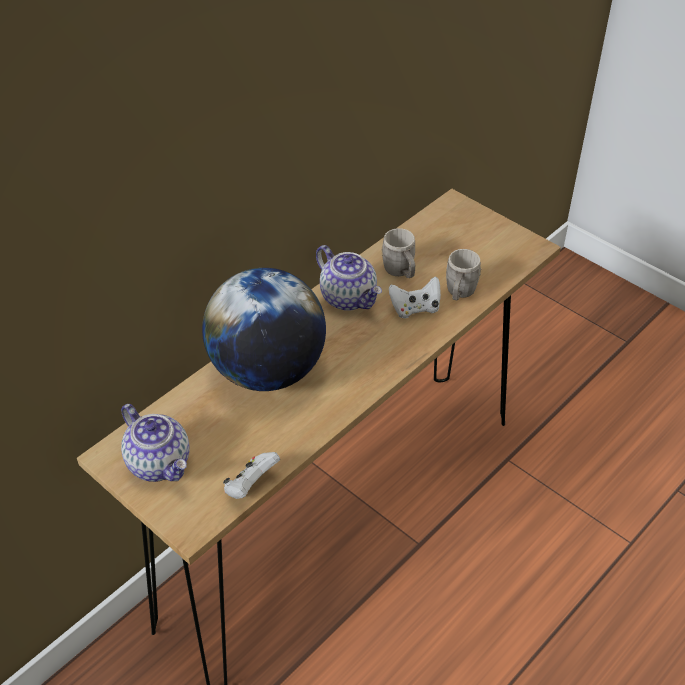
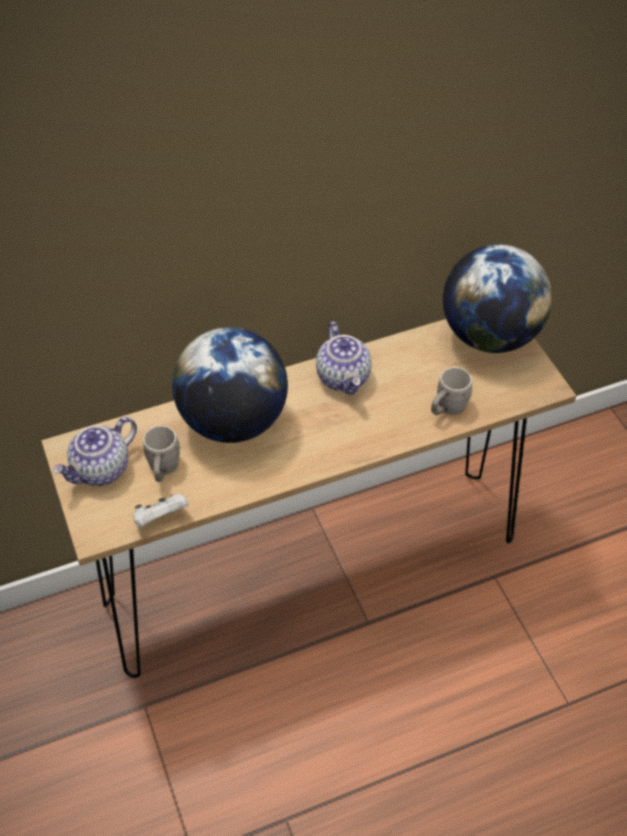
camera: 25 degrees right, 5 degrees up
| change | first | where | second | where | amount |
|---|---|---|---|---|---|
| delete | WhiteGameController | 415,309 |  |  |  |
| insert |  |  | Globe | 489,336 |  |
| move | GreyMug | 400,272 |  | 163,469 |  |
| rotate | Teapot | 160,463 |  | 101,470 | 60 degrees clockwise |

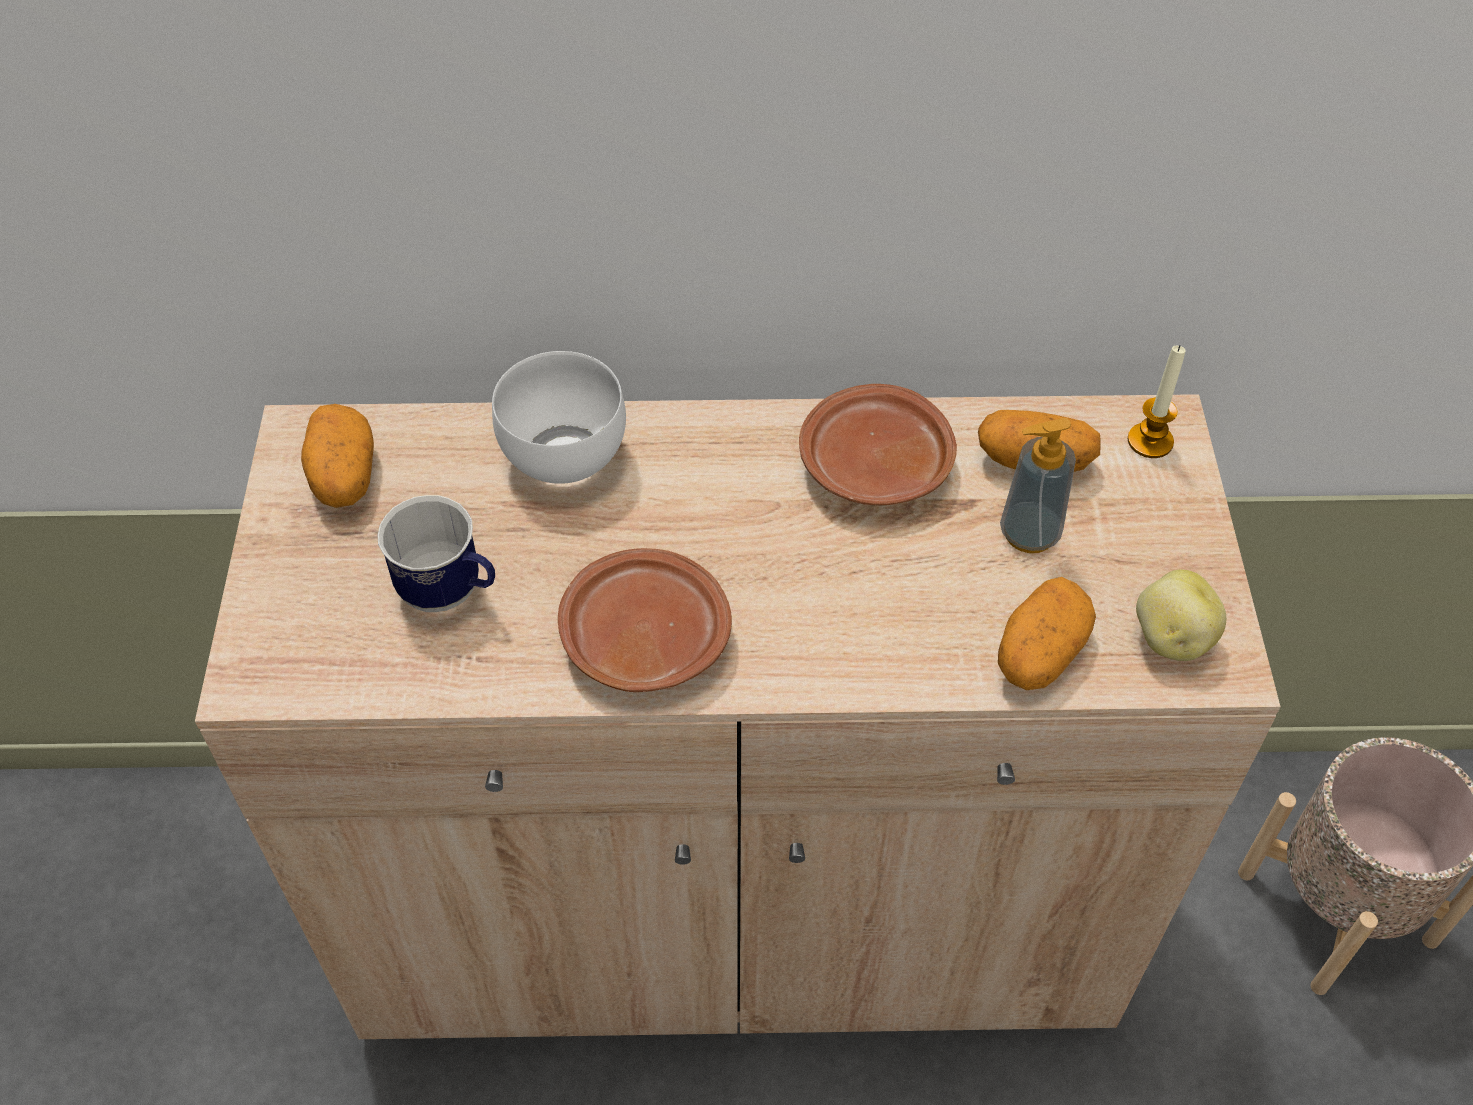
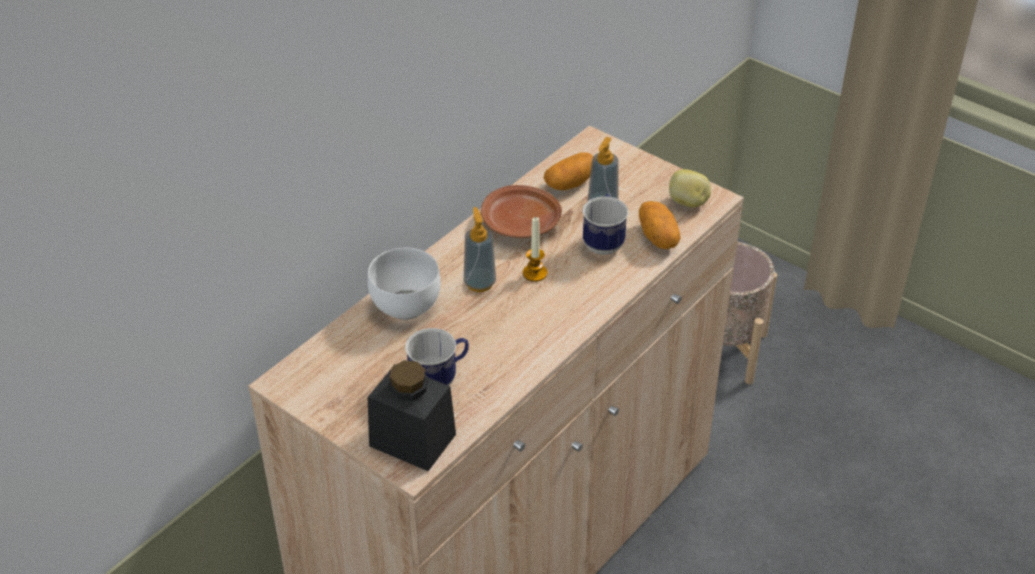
camera: 50 degrees left, 10 degrees down
| change | first | where | second | where | amount |
|---|---|---|---|---|---|
| delete | Potato | 343,475 |  |  |  |
| delete | BrownPlate | 643,637 |  |  |  |
| insert |  |  | BlackJar | 412,440 |  |
| insert |  |  | SoapDispenser | 479,283 |  |
| insert |  |  | Mug | 603,242 |  |
| move | Candle | 1150,441 |  | 535,273 |  |

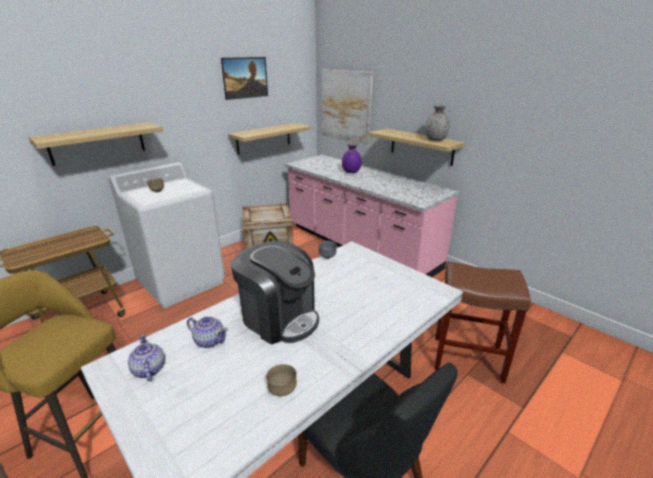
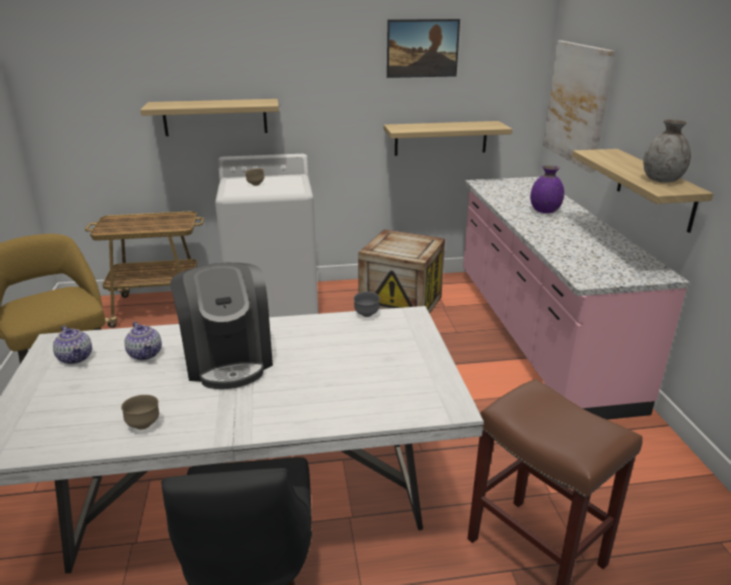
camera: 35 degrees right, 0 degrees up
| change | first | where | second | where | amount |
|---|---|---|---|---|---|
| rotate | Teapot | 149,370 |  | 75,357 | 135 degrees clockwise |

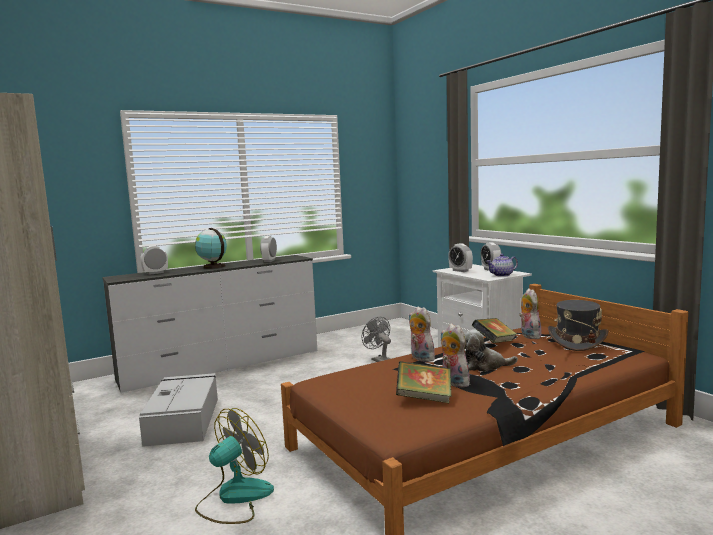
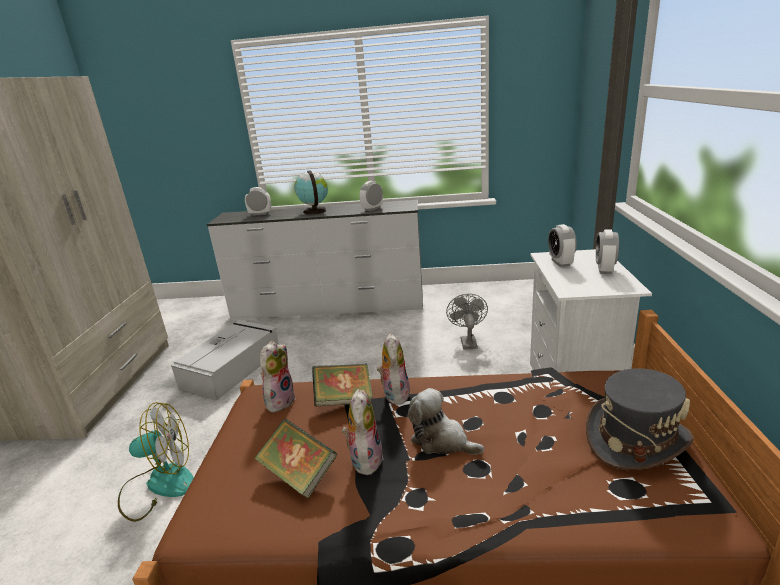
camera: 35 degrees right, 15 degrees up
| change | first | where | second | where | amount |
|---|---|---|---|---|---|
| delete | Teapot | 502,275 |  |  |  |
| move | Book | 494,343 |  | 344,400 |  |
| move | PlushToy | 528,336 |  | 279,400 |  |

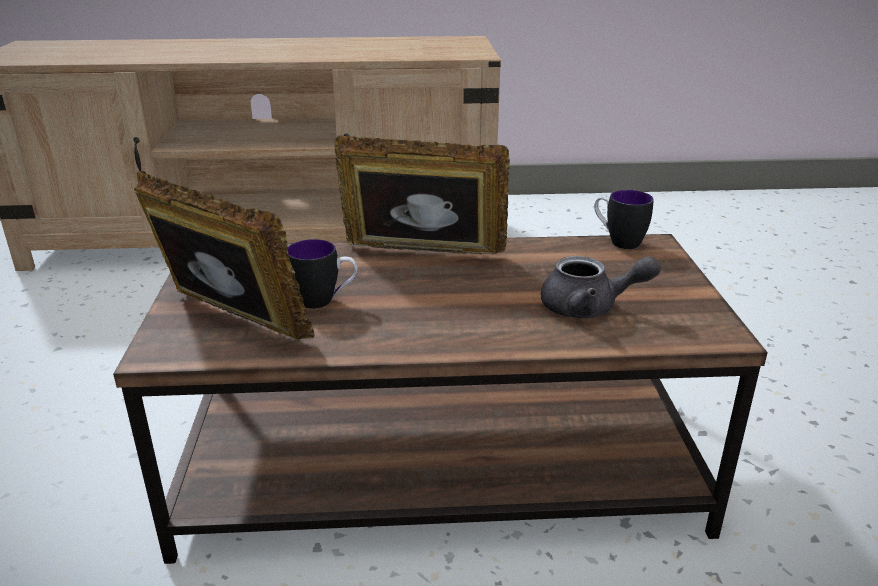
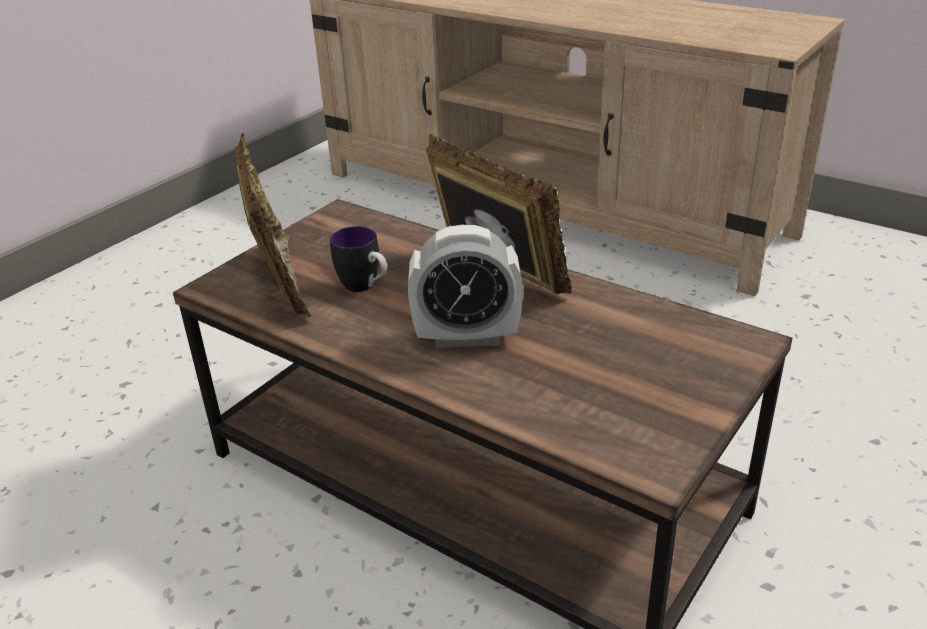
camera: 40 degrees right, 5 degrees up
| change | first | where | second | where | amount |
|---|---|---|---|---|---|
| delete | GreyTeapot | 589,308 |  |  |  |
| delete | Mug | 618,241 |  |  |  |
| insert |  |  | AlarmClock | 467,337 |  |

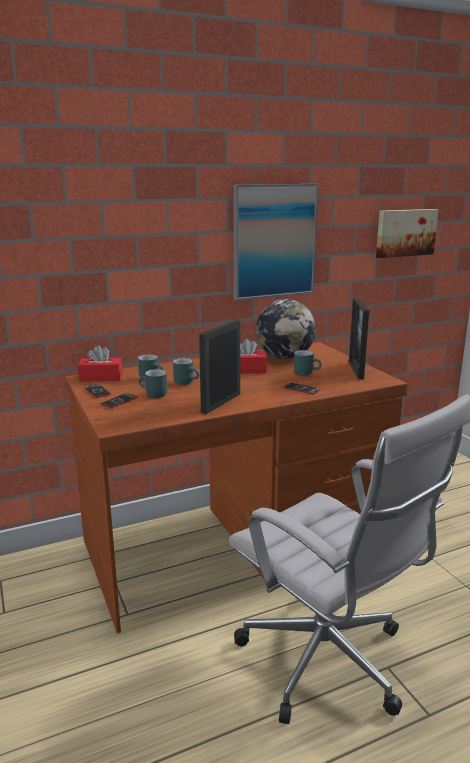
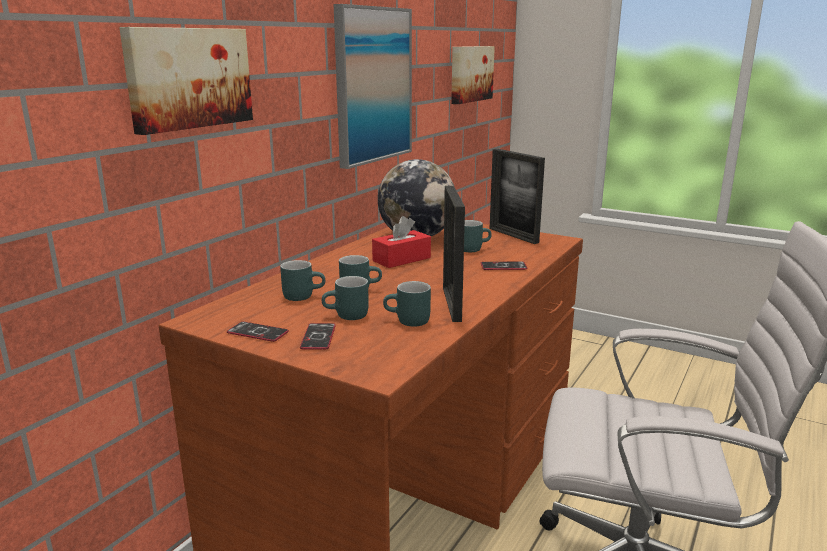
camera: 35 degrees left, 0 degrees up
| change | first | where | second | where | amount |
|---|---|---|---|---|---|
| delete | RedTissueBox | 101,377 |  |  |  |
| insert |  |  | Picture | 188,78 |  |
| insert |  |  | TurquoiseMug | 408,321 |  |

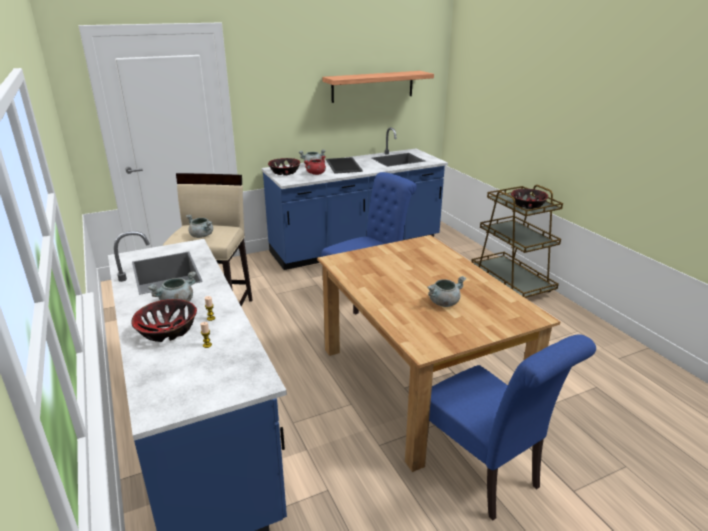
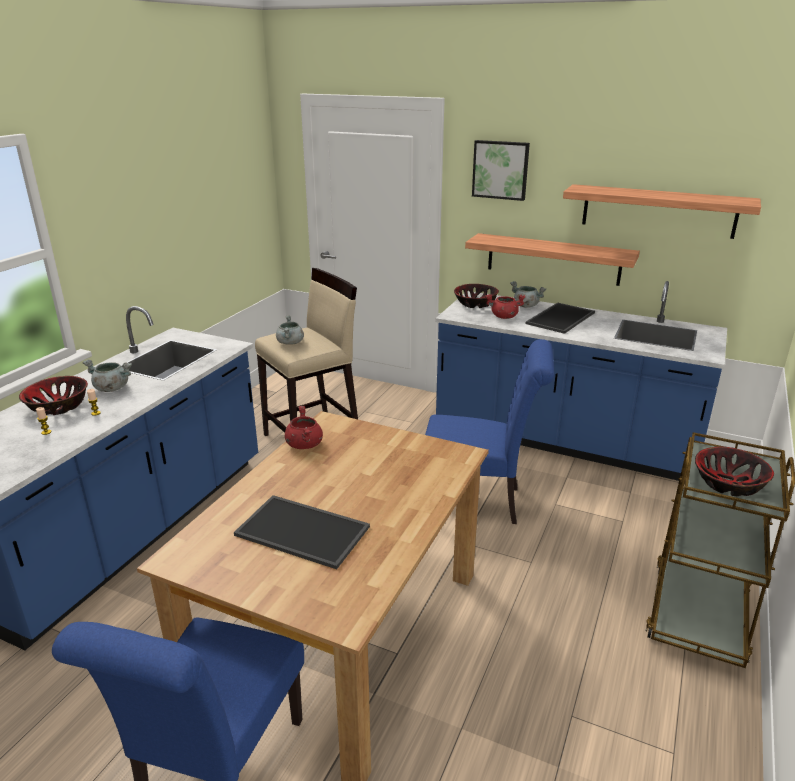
camera: 50 degrees right, 0 degrees up
| change | first | where | second | where | amount |
|---|---|---|---|---|---|
| insert |  |  | RedCookingPot | 304,444 |  |
| insert |  |  | Shelf | 553,259 |  |
| insert |  |  | Picture | 500,169 |  |
| replace | GreyCookingPot | 444,302 | Tray | 304,530 |  |

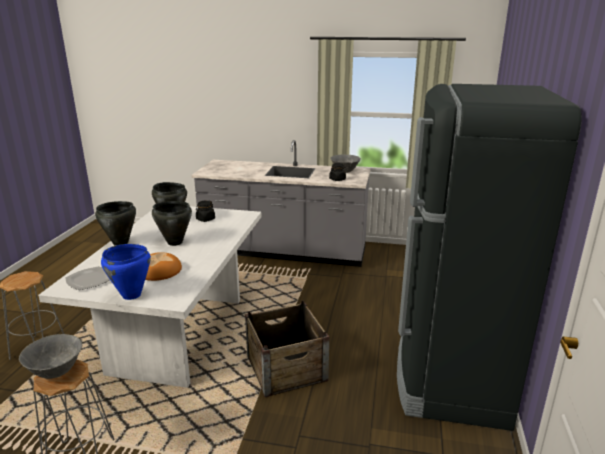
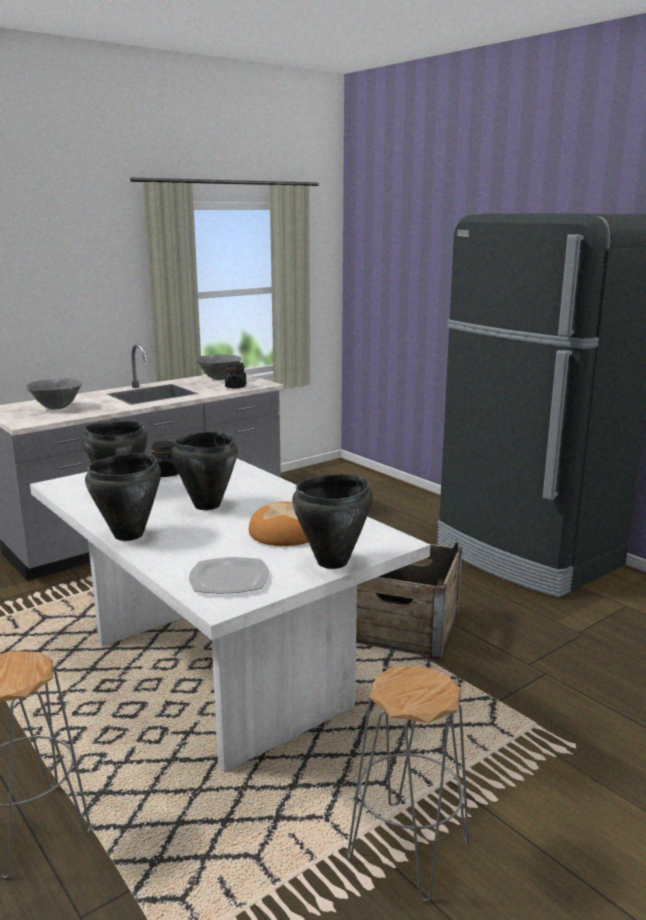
camera: 50 degrees left, 5 degrees down
| change | first | where | second | where | amount |
|---|---|---|---|---|---|
| move | GreyBowl | 56,372 |  | 57,408 |  |
| recolor | BlueCookingPot | 131,295 | BlackCookingPot | 333,562 |  |

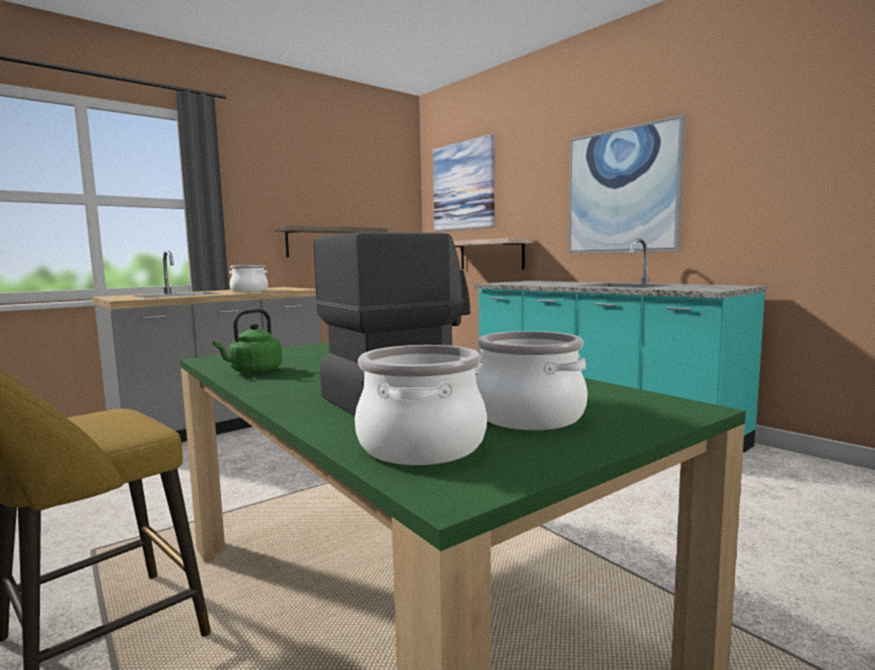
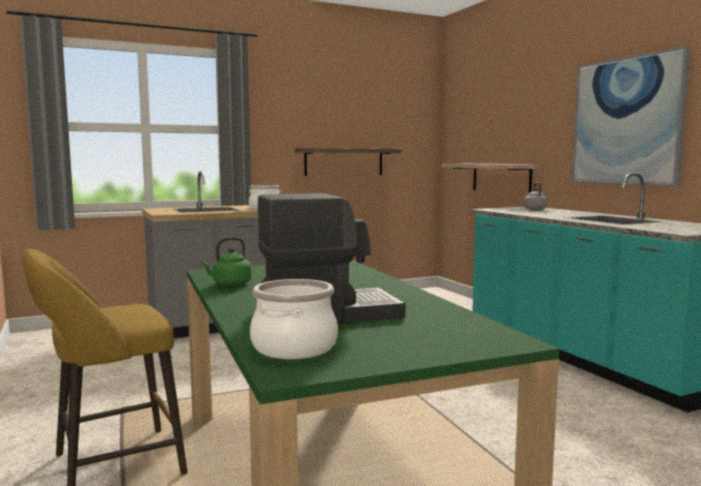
camera: 15 degrees right, 0 degrees up
| change | first | where | second | where | amount |
|---|---|---|---|---|---|
| delete | Picture | 463,186 |  |  |  |
| delete | CookingPot | 530,416 |  |  |  |
| insert |  |  | GreyKettle | 534,209 |  |

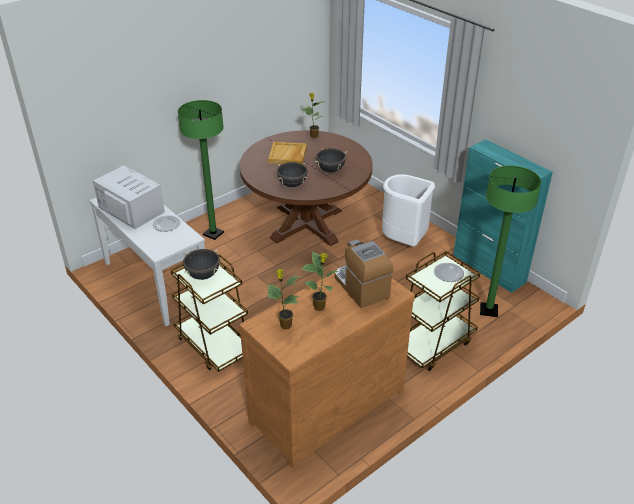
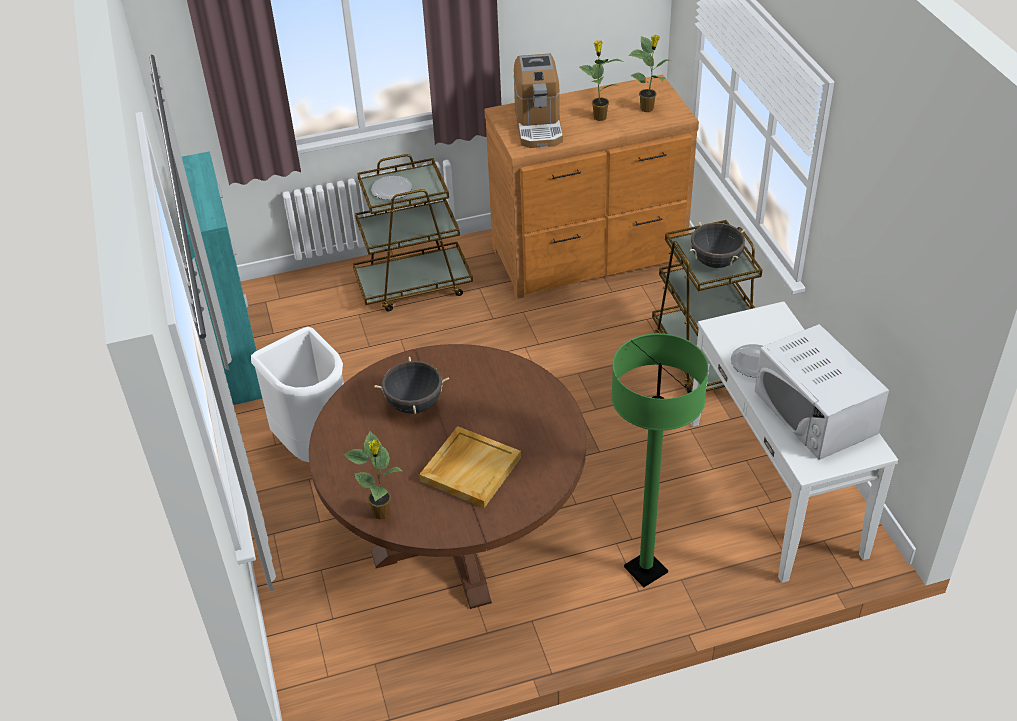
camera: 155 degrees left, 5 degrees up
| change | first | where | second | where | amount |
|---|---|---|---|---|---|
| delete | BlackCookingPot | 292,184 |  |  |  |
| delete | GreenFloorLamp | 488,310 |  |  |  |

